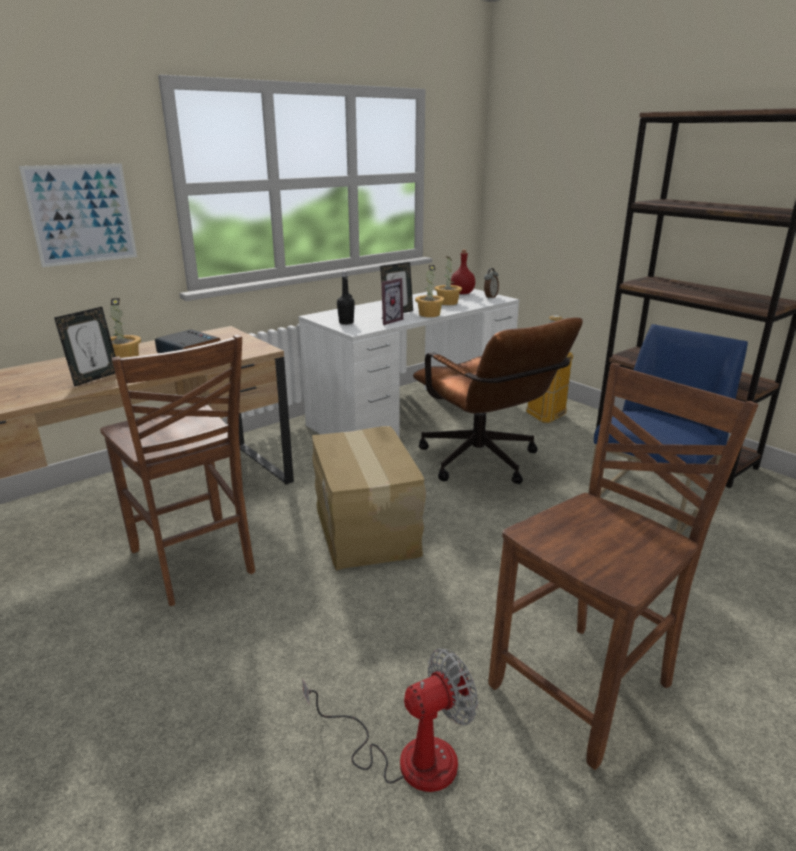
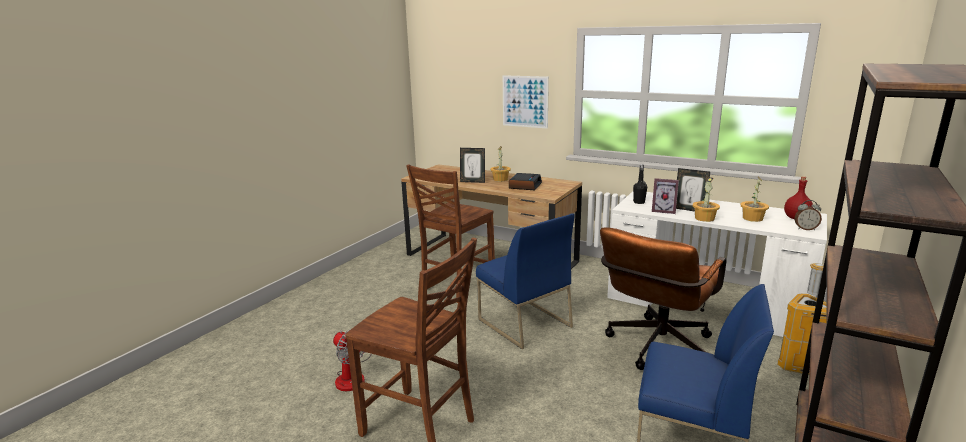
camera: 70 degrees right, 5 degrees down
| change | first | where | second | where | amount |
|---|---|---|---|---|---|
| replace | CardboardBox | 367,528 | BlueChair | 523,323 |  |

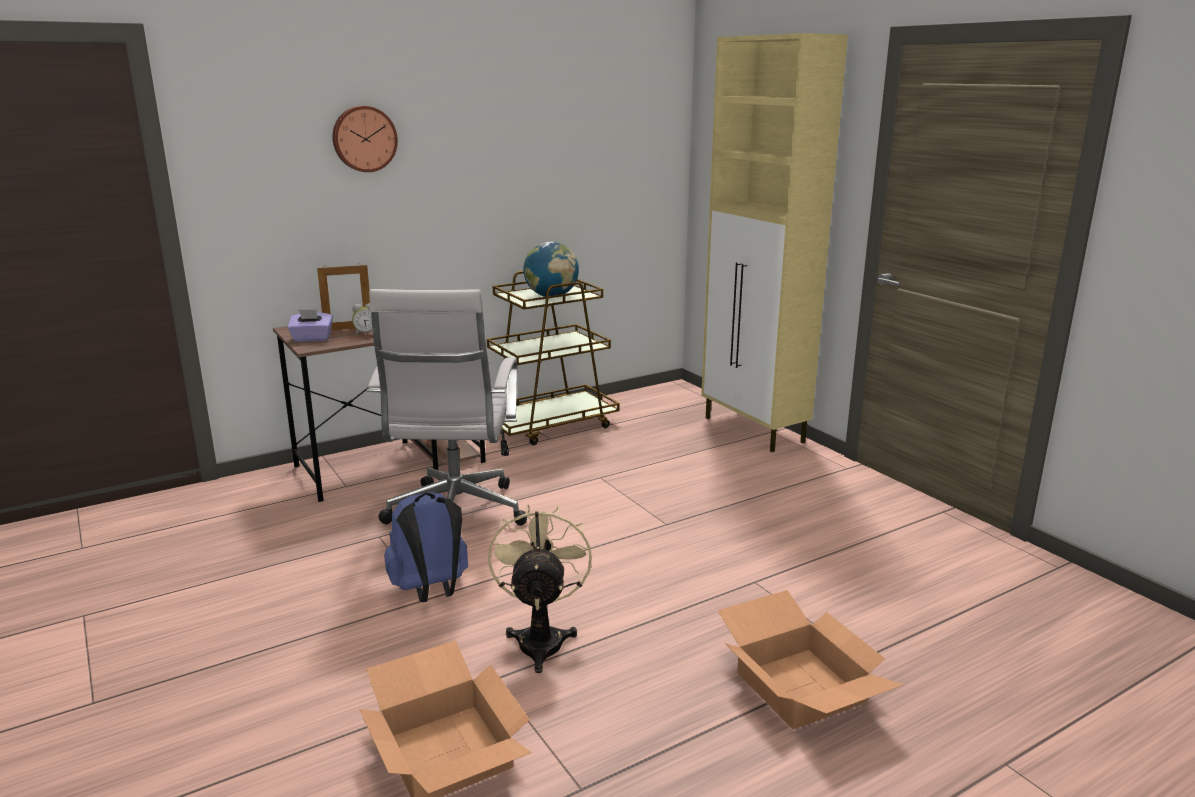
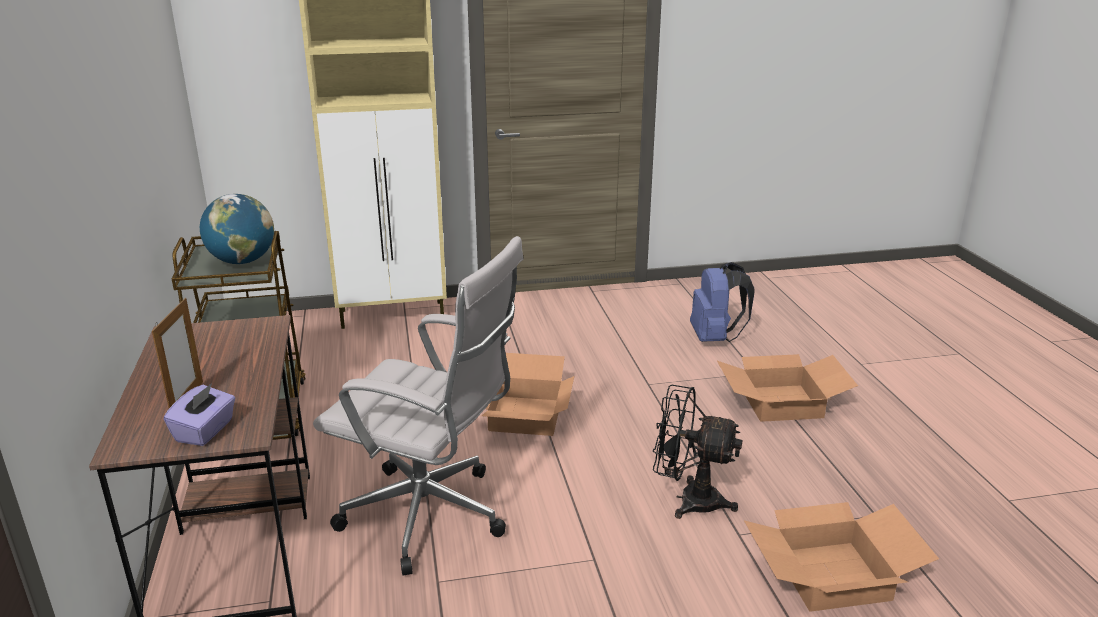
camera: 70 degrees left, 5 degrees up
| change | first | where | second | where | amount |
|---|---|---|---|---|---|
| delete | WallClock | 364,139 |  |  |  |
| delete | AlarmClock | 366,333 |  |  |  |
| insert |  |  | CardboardBox | 526,416 |  |
| move | BlueBackpack | 431,591 |  | 715,338 |  |
| recolor | BeigeFan | 541,638 | BlackFan | 688,500 |  |

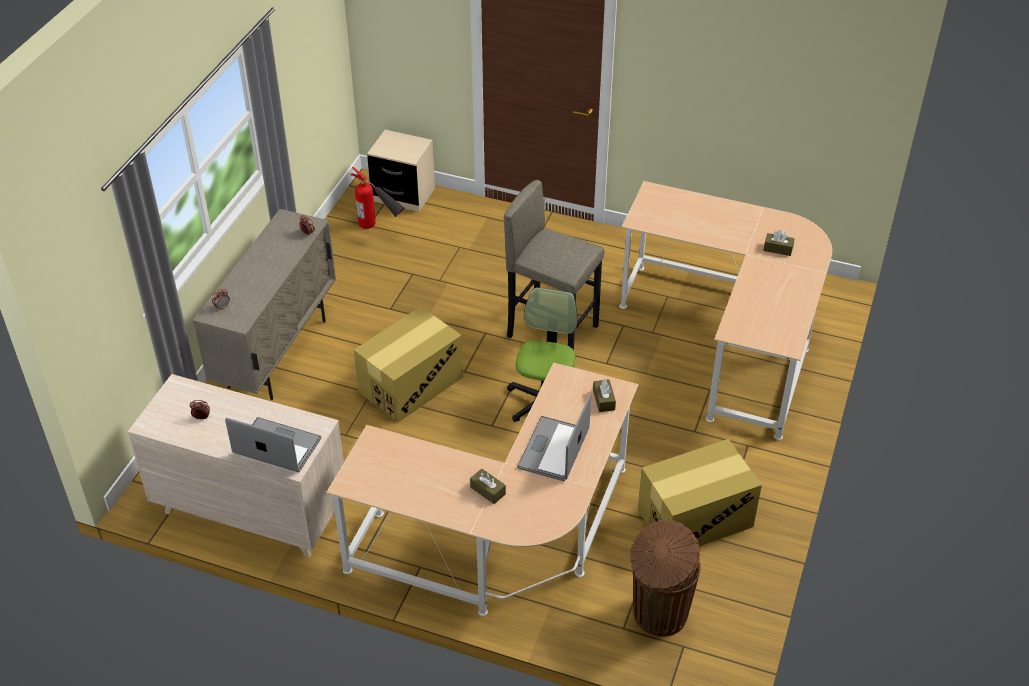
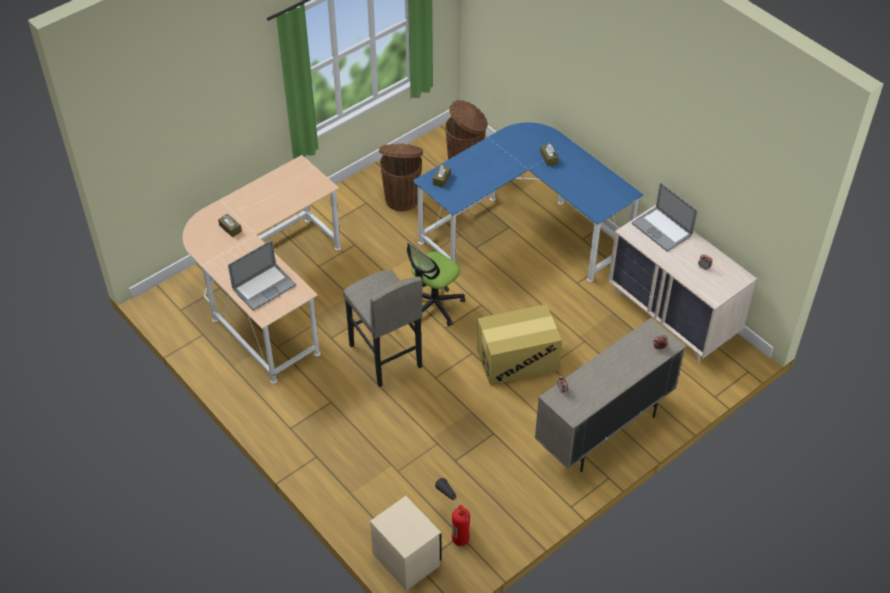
camera: 150 degrees left, 5 degrees up
| change | first | where | second | where | amount |
|---|---|---|---|---|---|
| move | Laptop | 553,449 |  | 264,287 |  |
| replace | CardboardBox | 695,518 | BrownTrashCan | 402,198 |  |
| recolor | BeigeDesk | 504,543 | BlueDesk | 524,231 |  |

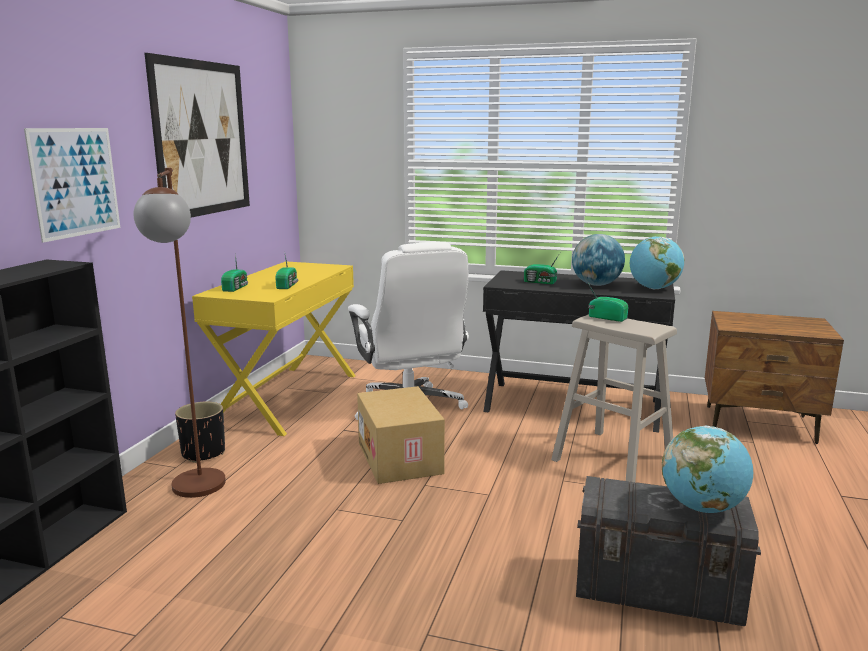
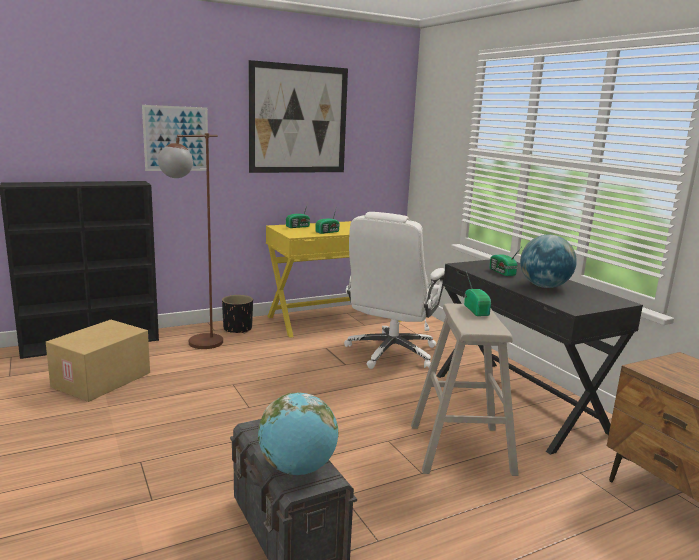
camera: 45 degrees right, 0 degrees up
| change | first | where | second | where | amount |
|---|---|---|---|---|---|
| delete | Globe | 654,288 |  |  |  |
| move | CardboardBox | 401,458 |  | 102,380 |  |

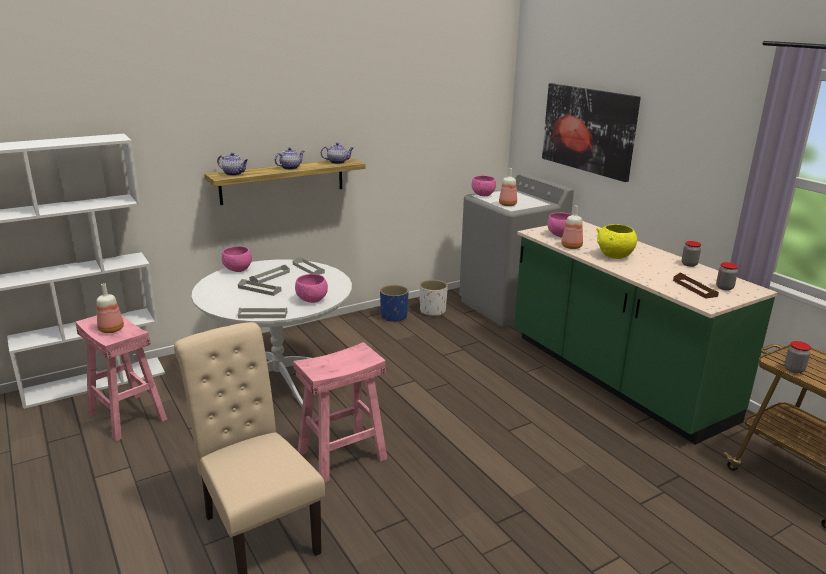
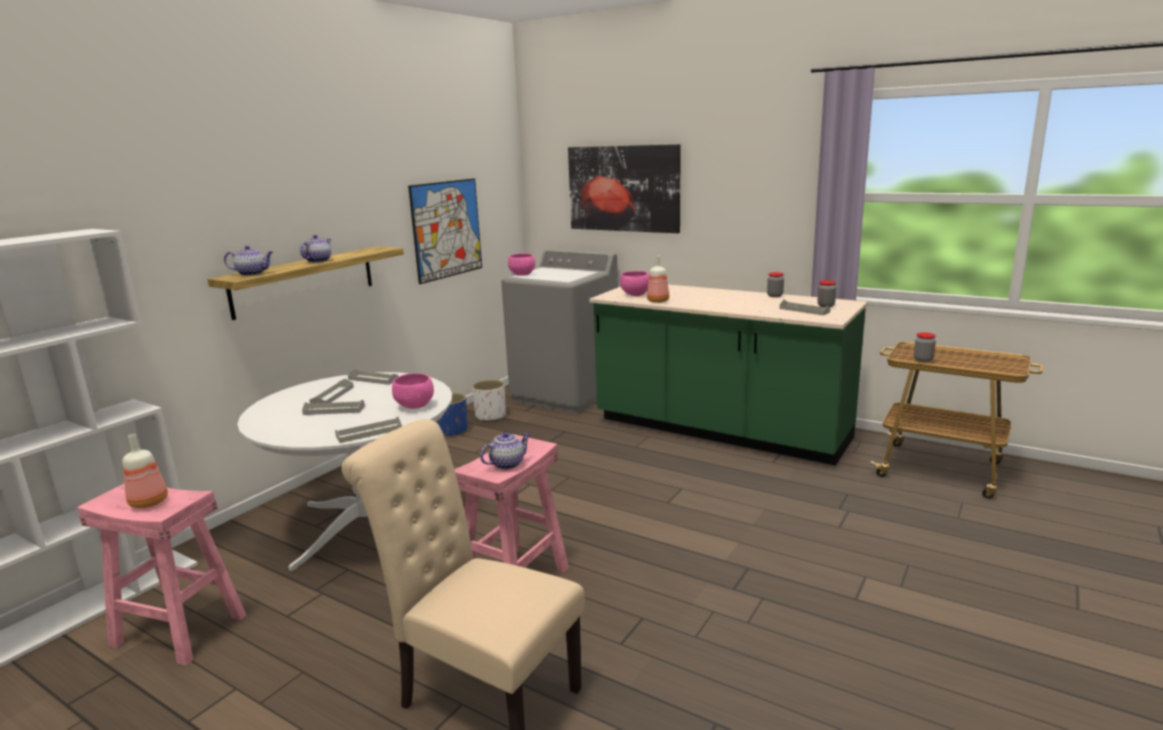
camera: 25 degrees left, 5 degrees down
| change | first | where | second | where | amount |
|---|---|---|---|---|---|
| delete | PinkBowl | 238,270 |  |  |  |
| delete | Bottle | 508,205 |  |  |  |
| delete | YellowBowl | 614,256 |  |  |  |
| insert |  |  | Picture | 447,229 |  |
| move | Teapot | 338,162 |  | 507,464 |  |
| recolor | BrownTray | 694,288 | GreyTray | 804,310 |  |

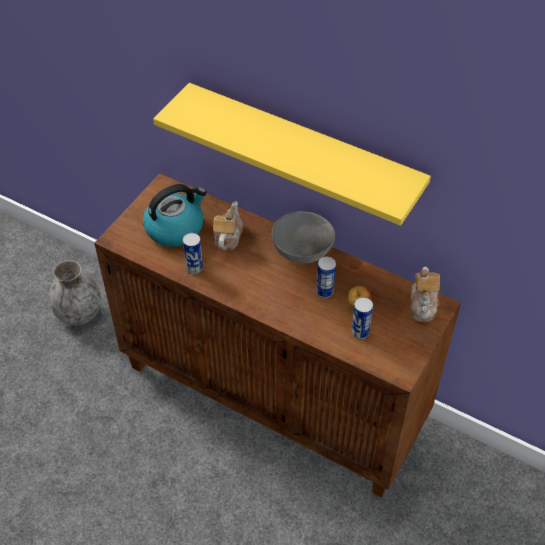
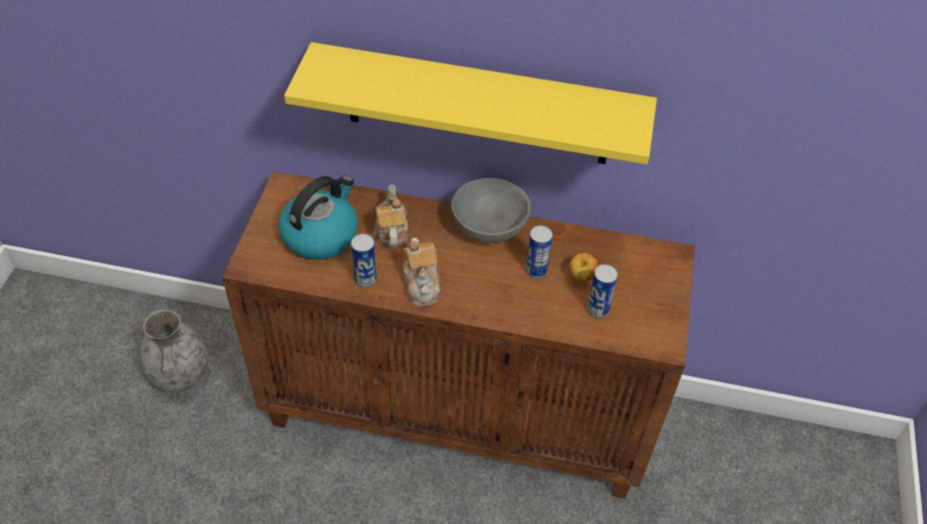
camera: 20 degrees left, 0 degrees up
| change | first | where | second | where | amount |
|---|---|---|---|---|---|
| move | Teapot | 423,304 |  | 422,284 |  |

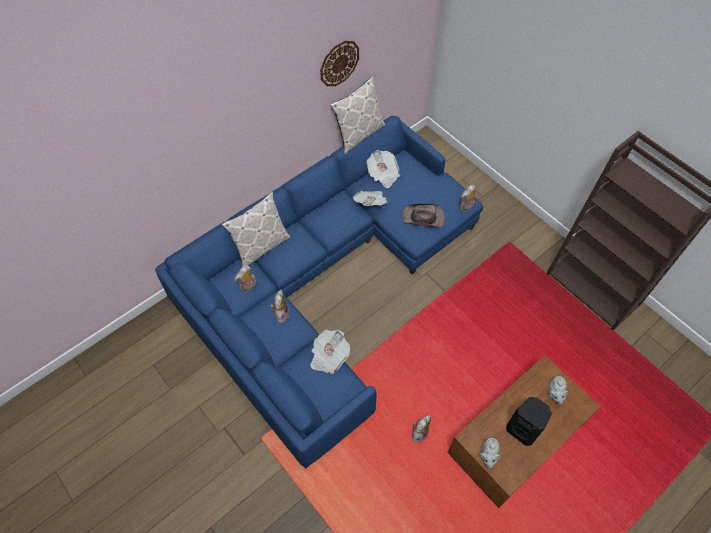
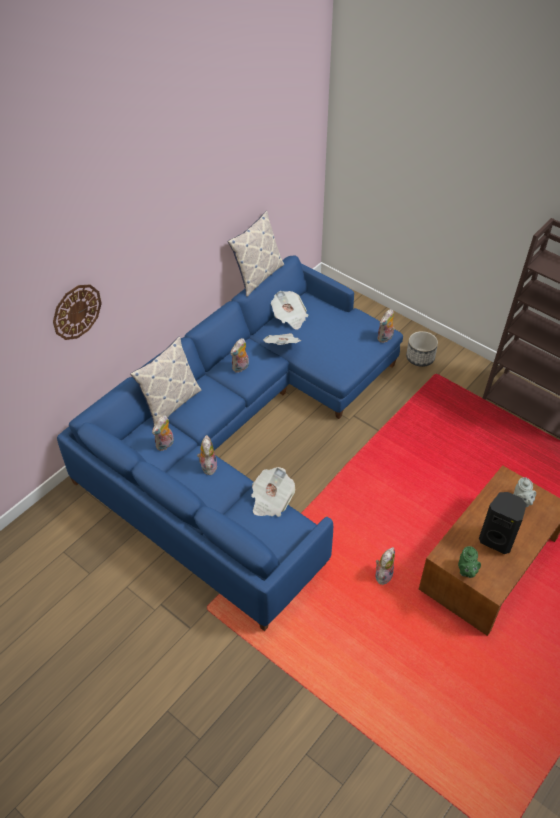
camera: 10 degrees left, 10 degrees down
| change | first | where | second | where | amount |
|---|---|---|---|---|---|
| delete | BrownHat | 424,217 |  |  |  |
| insert |  |  | PlushToy | 240,368 |  |
| insert |  |  | Planter | 420,358 |  |
| move | WallClock | 339,63 |  | 76,311 |  |
| recolor | GreyTeapot | 487,456 | GreenTeapot | 466,571 |  |

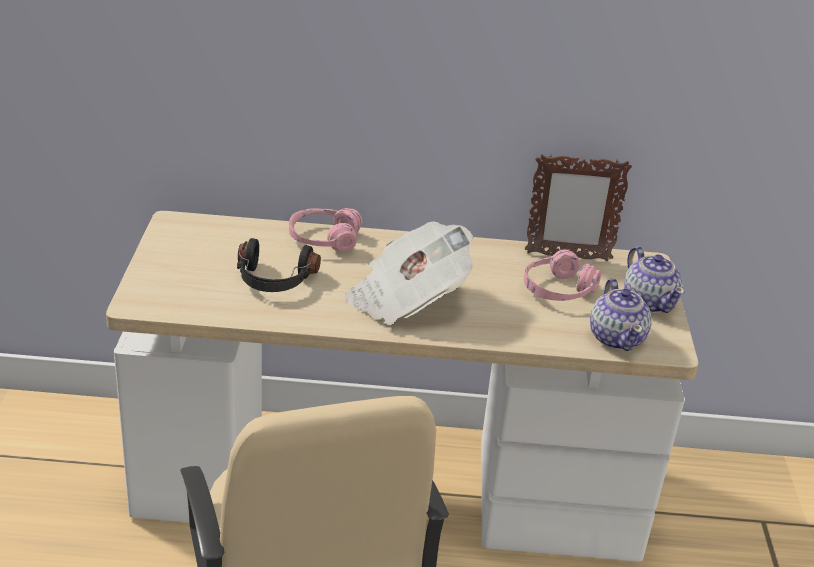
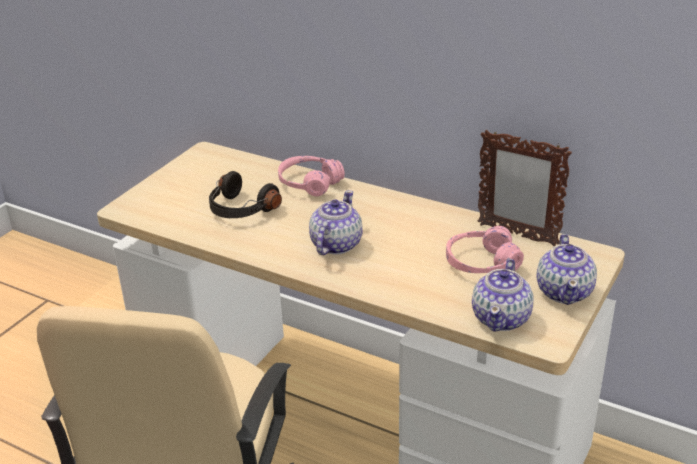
camera: 30 degrees right, 0 degrees up
| change | first | where | second | where | amount |
|---|---|---|---|---|---|
| replace | Newspaper | 406,299 | Teapot | 335,245 |  |

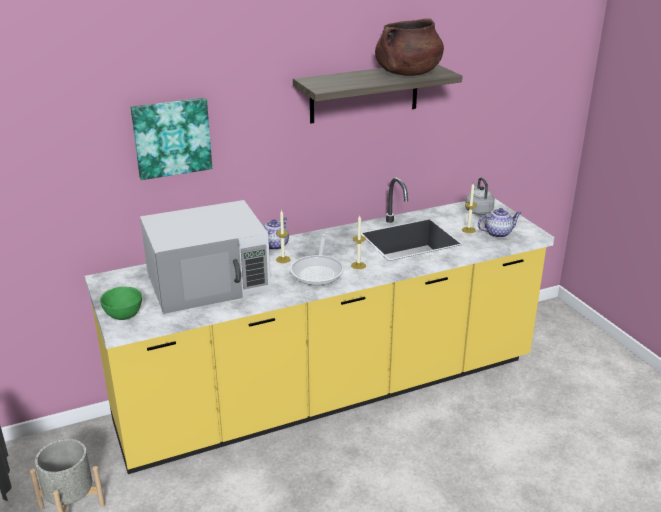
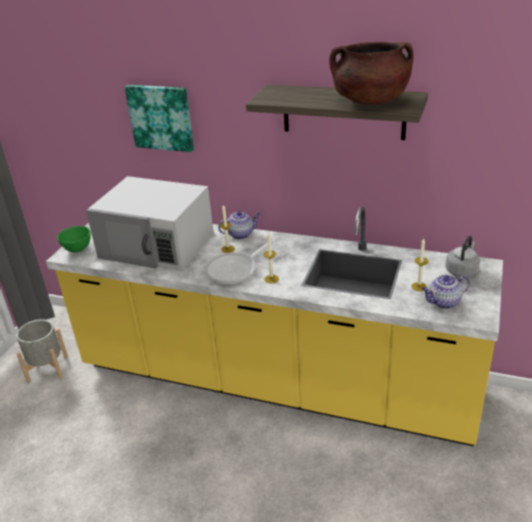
camera: 45 degrees right, 5 degrees up
| change | first | where | second | where | amount |
|---|---|---|---|---|---|
| rotate | Teapot | 498,233 |  | 443,302 | 135 degrees clockwise |

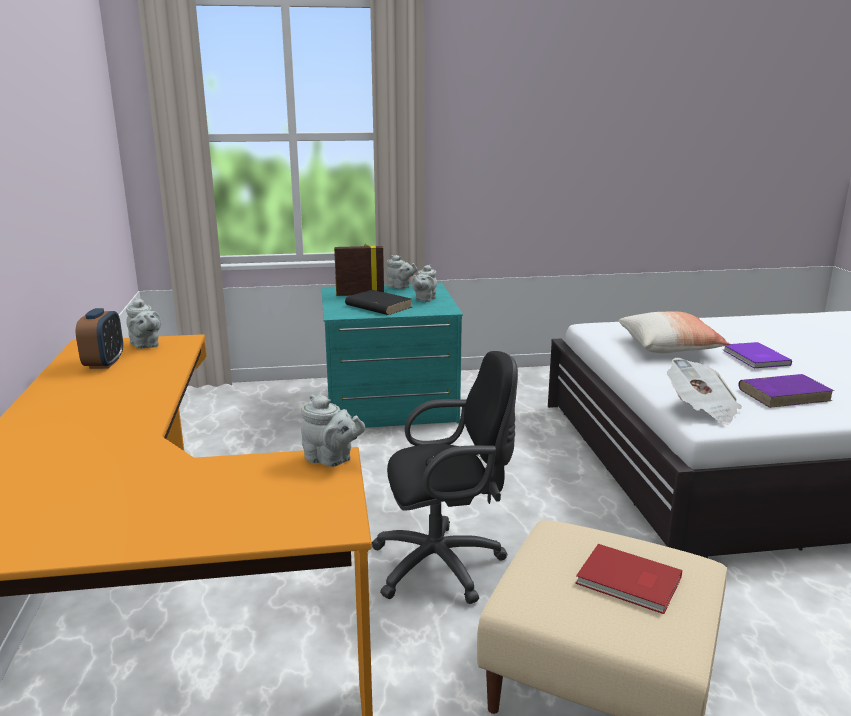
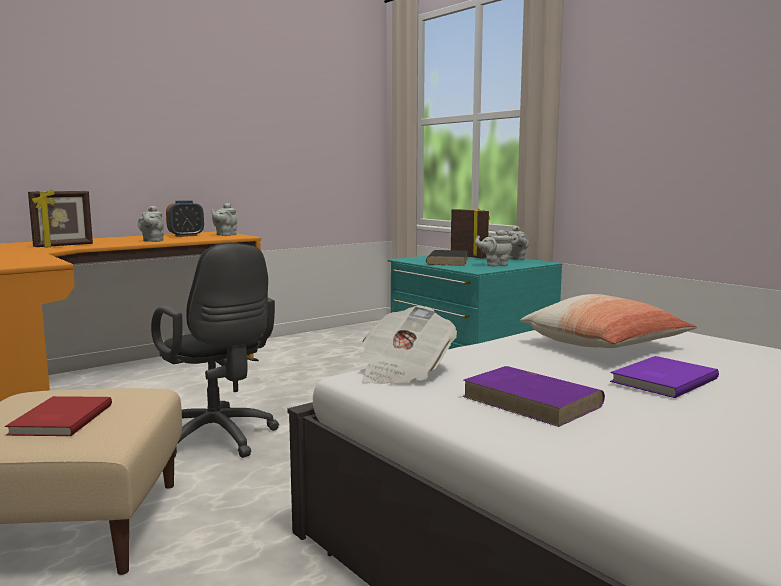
camera: 60 degrees right, 10 degrees down
| change | first | where | second | where | amount |
|---|---|---|---|---|---|
| insert |  |  | PictureFrame | 63,246 |  |
| move | GreyTeapot | 331,459 |  | 152,241 |  |

